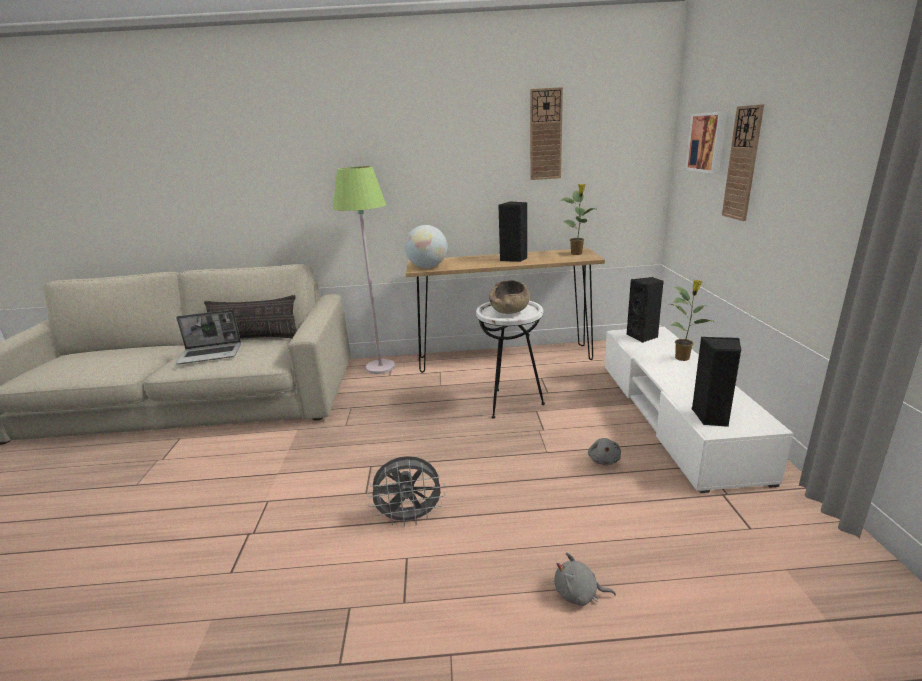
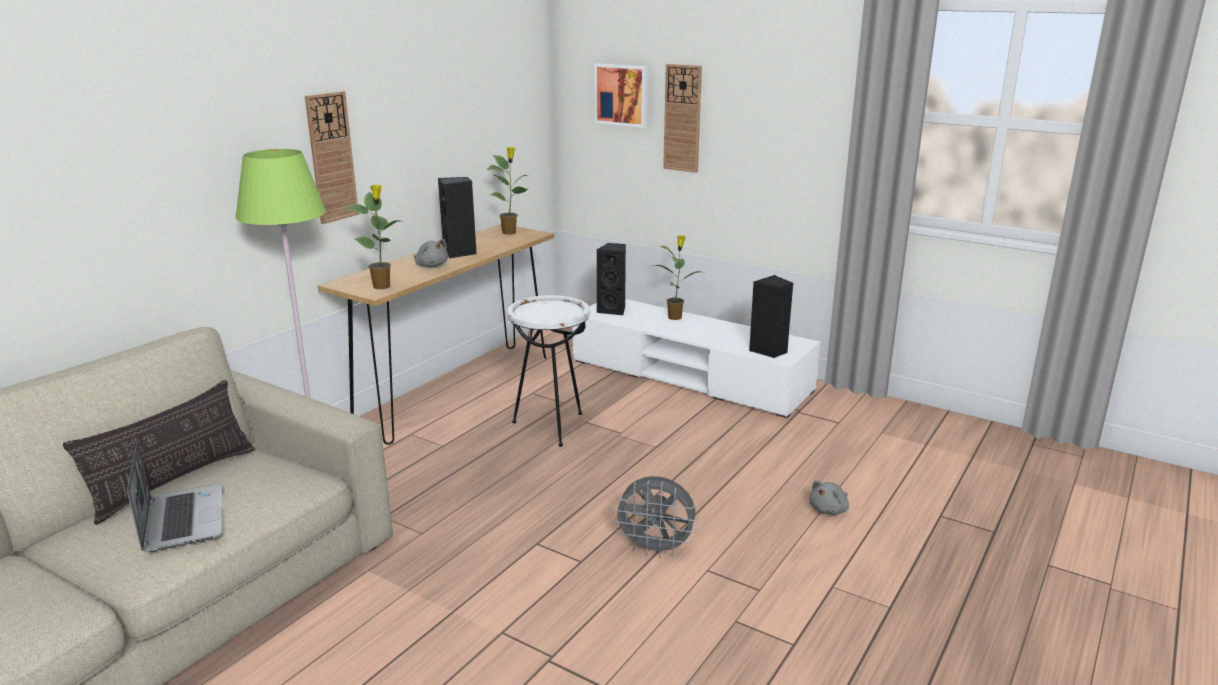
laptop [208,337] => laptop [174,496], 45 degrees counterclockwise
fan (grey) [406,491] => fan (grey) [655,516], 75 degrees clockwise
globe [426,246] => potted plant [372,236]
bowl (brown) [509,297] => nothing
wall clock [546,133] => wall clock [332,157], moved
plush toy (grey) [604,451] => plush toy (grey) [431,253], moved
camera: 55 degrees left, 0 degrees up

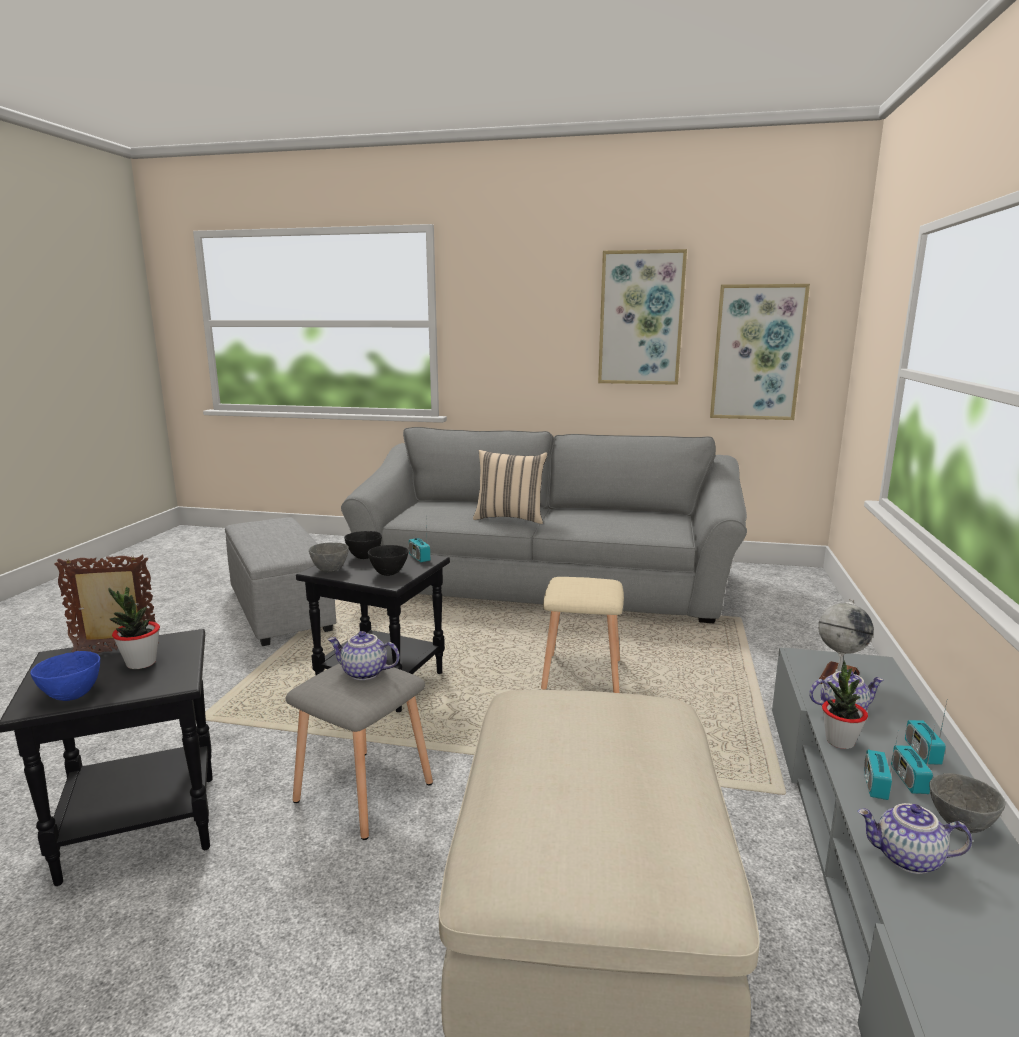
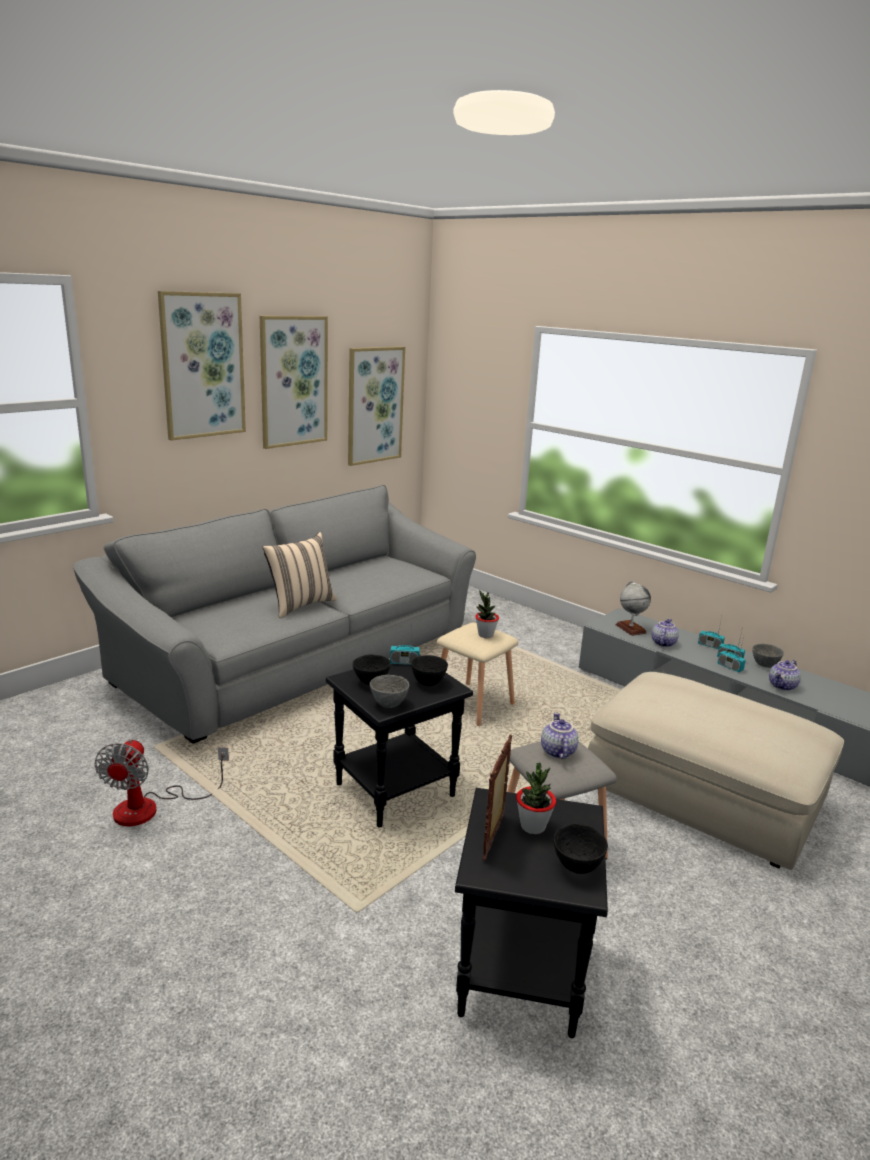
bowl (blue) [65,676] => bowl (black) [581,849]
ottoman (grey) [280,581] => fan [161,782]
teapot [364,655] => teapot [560,736], 135 degrees clockwise
potted plant [845,705] => potted plant [487,614], moved
nothing => picture [202,366]
camera: 60 degrees left, 5 degrees up

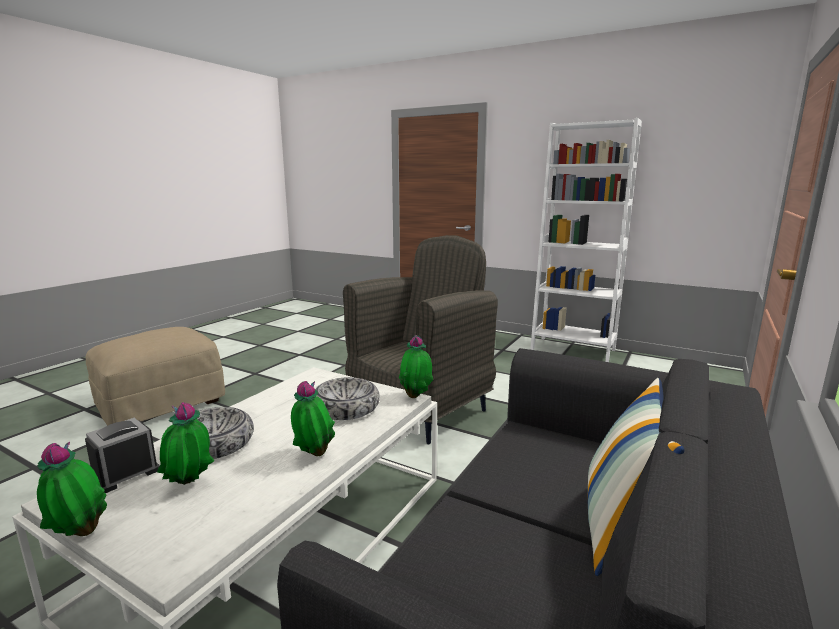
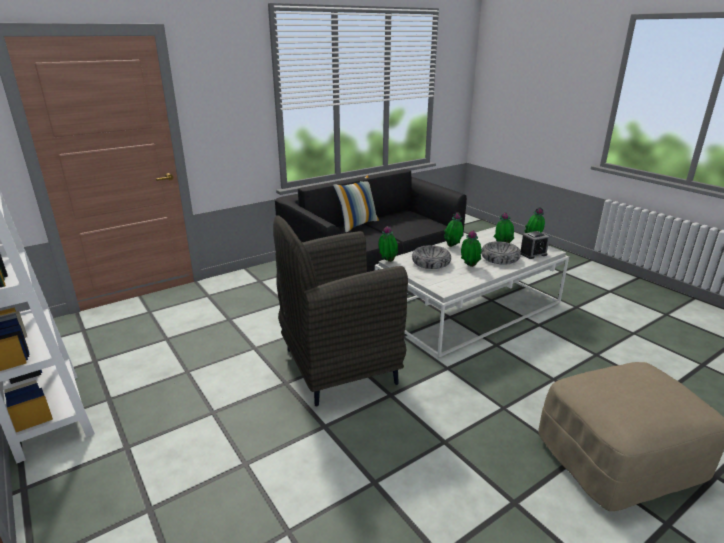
nothing => potted plant [471,248]
camera: 155 degrees left, 10 degrees up

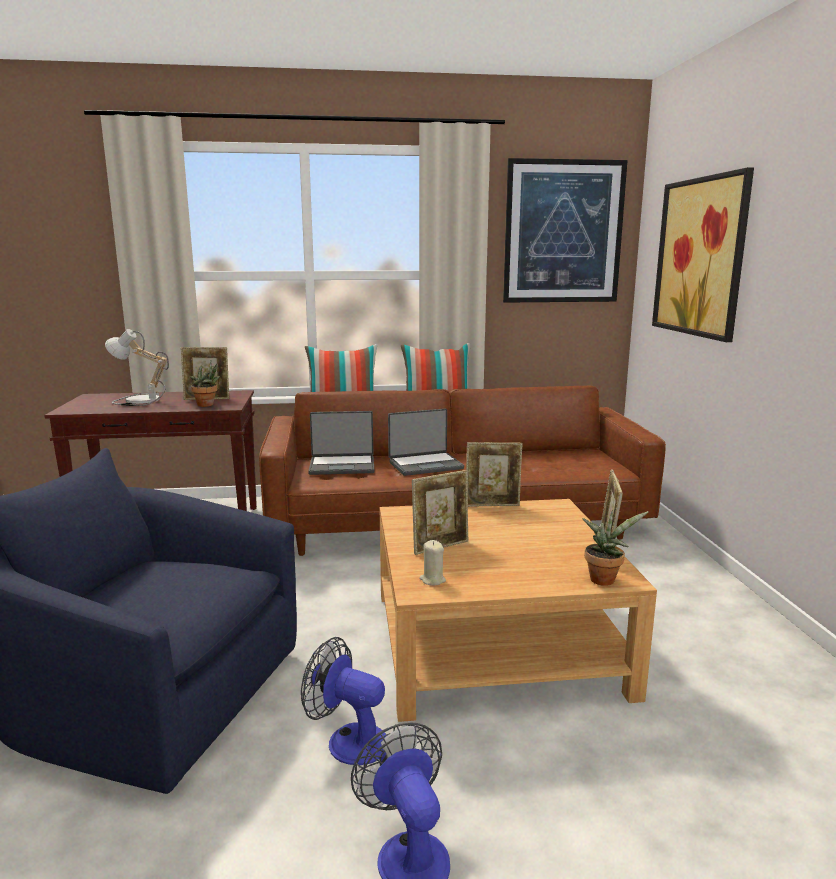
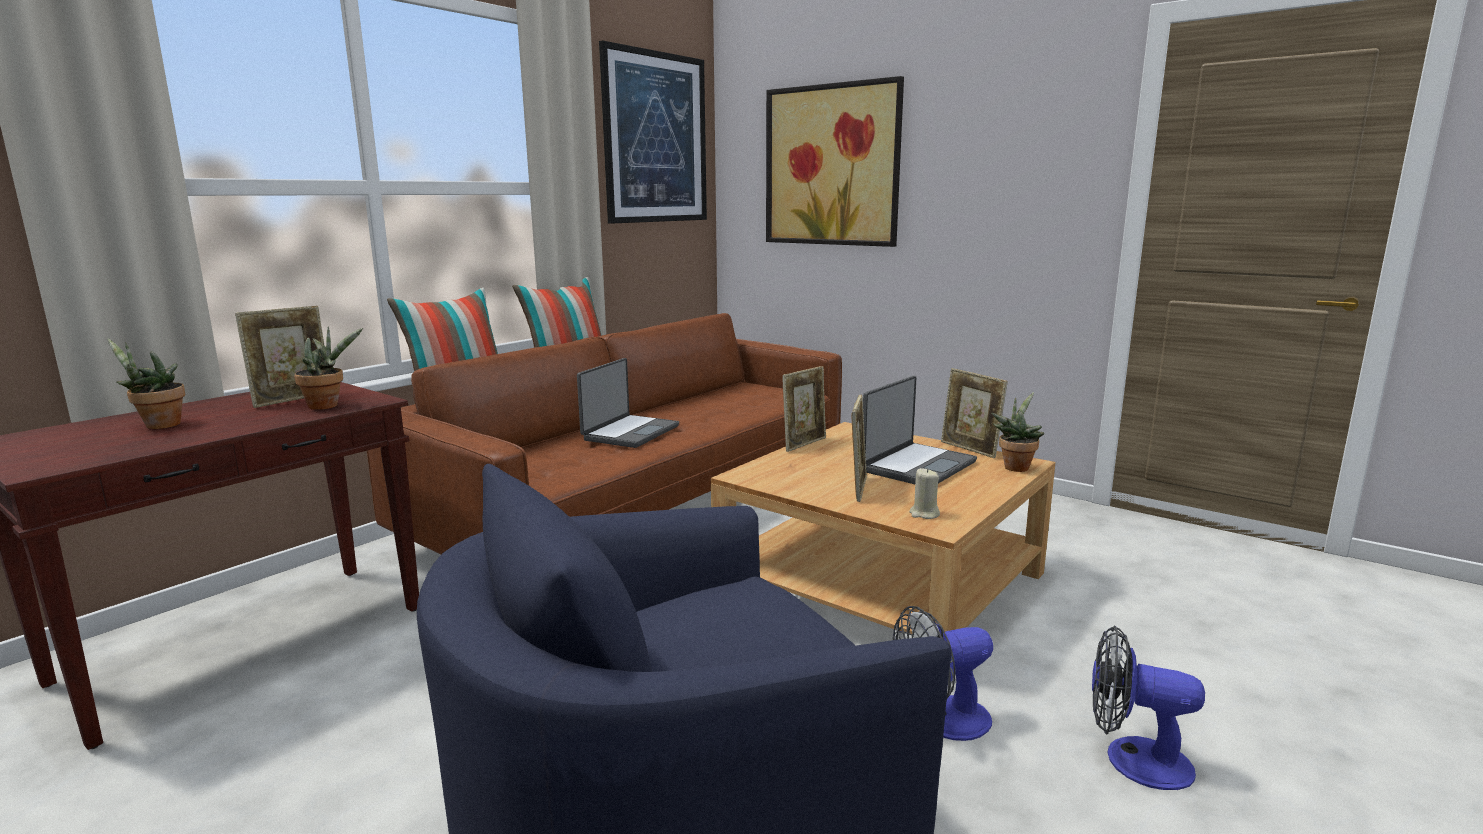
table lamp [137,367] => potted plant [146,383]
laptop [341,443] => laptop [920,430], moved
camera: 45 degrees left, 0 degrees up

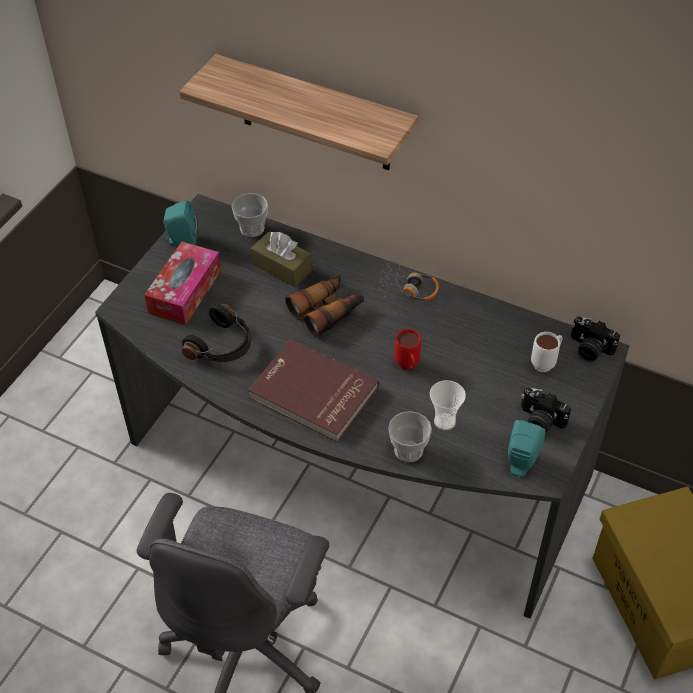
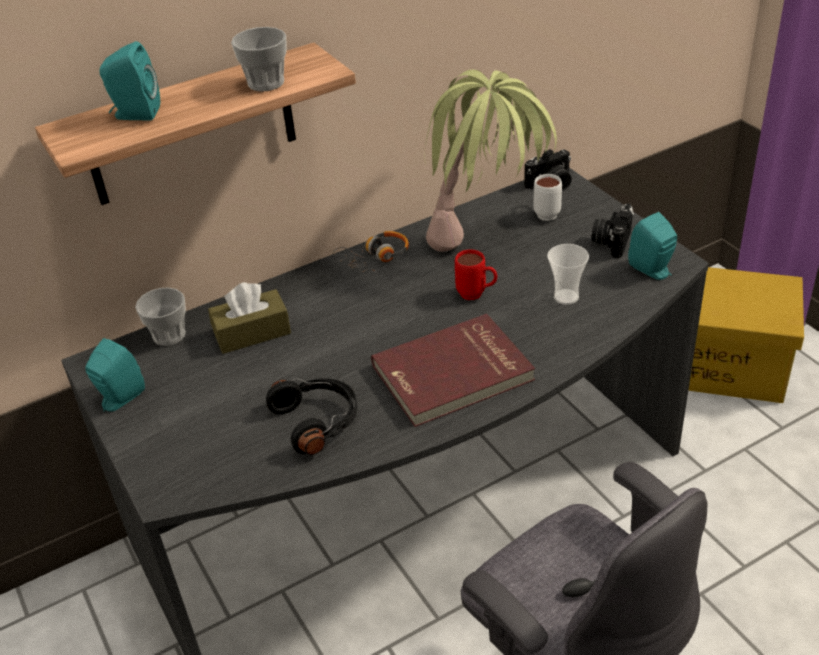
tissue box [182,283] => nothing
binoculars [324,306] => nothing
cup [410,436] => cup [258,59], moved
photo camera [546,410] => photo camera [612,230], 135 degrees clockwise
nothing => speaker (turquoise) [130,80]
nothing => potted plant [490,160]
camera: 55 degrees left, 10 degrees down

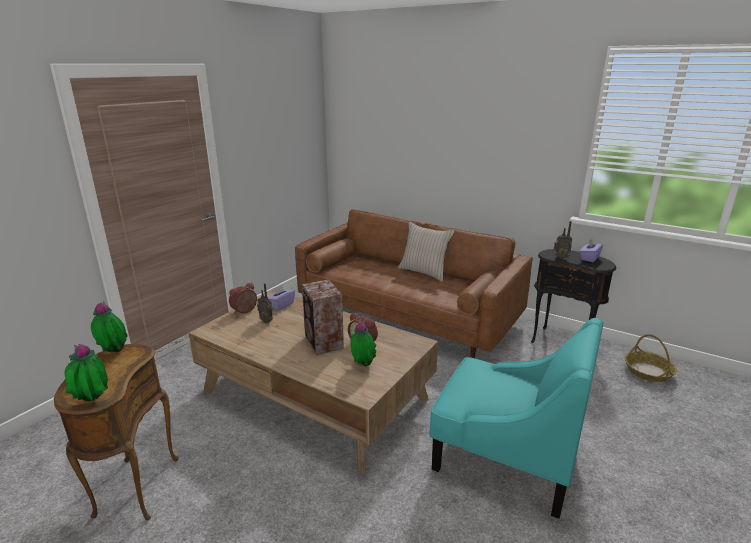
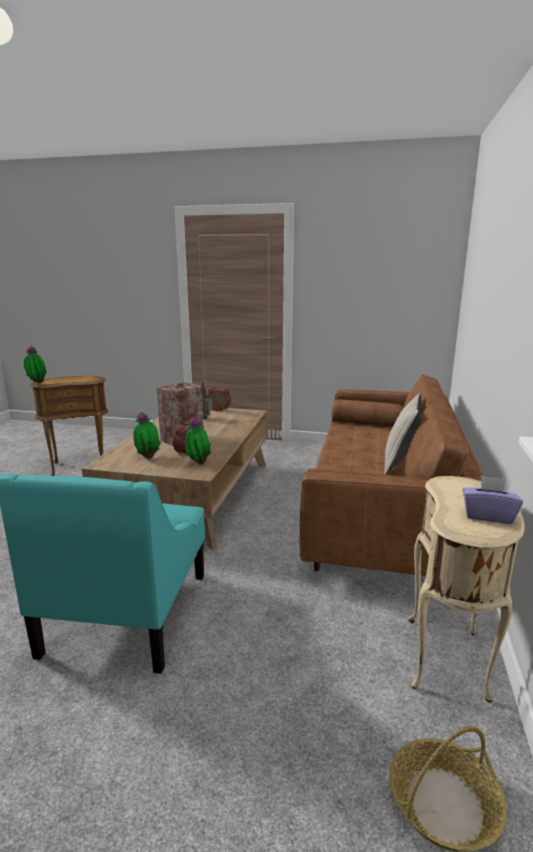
potted plant [109,327] => potted plant [198,440], moved
tissue box (purple) [281,297] => nothing
side table (black) [573,296] => side table (beige) [466,589]
radio [563,240] => nothing
camera: 70 degrees right, 5 degrees down

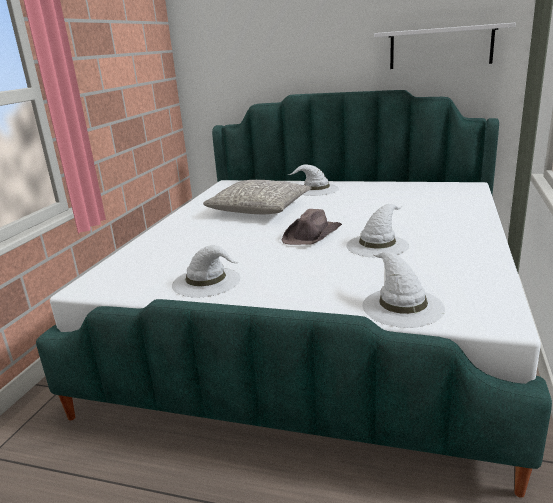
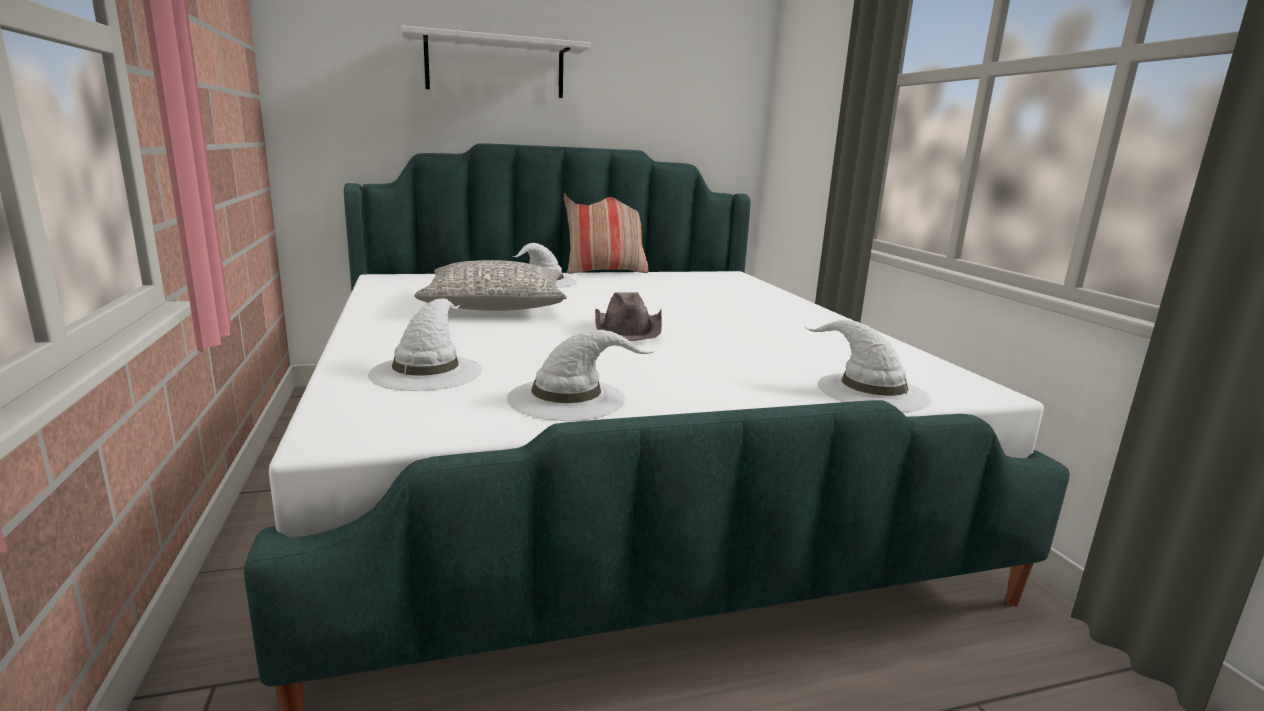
hat (white) [377,231] => hat (white) [425,344], moved
shelf (white) [445,46] => shelf (white) [496,62], moved
nothing => pillow [606,233]
camera: 35 degrees left, 5 degrees down

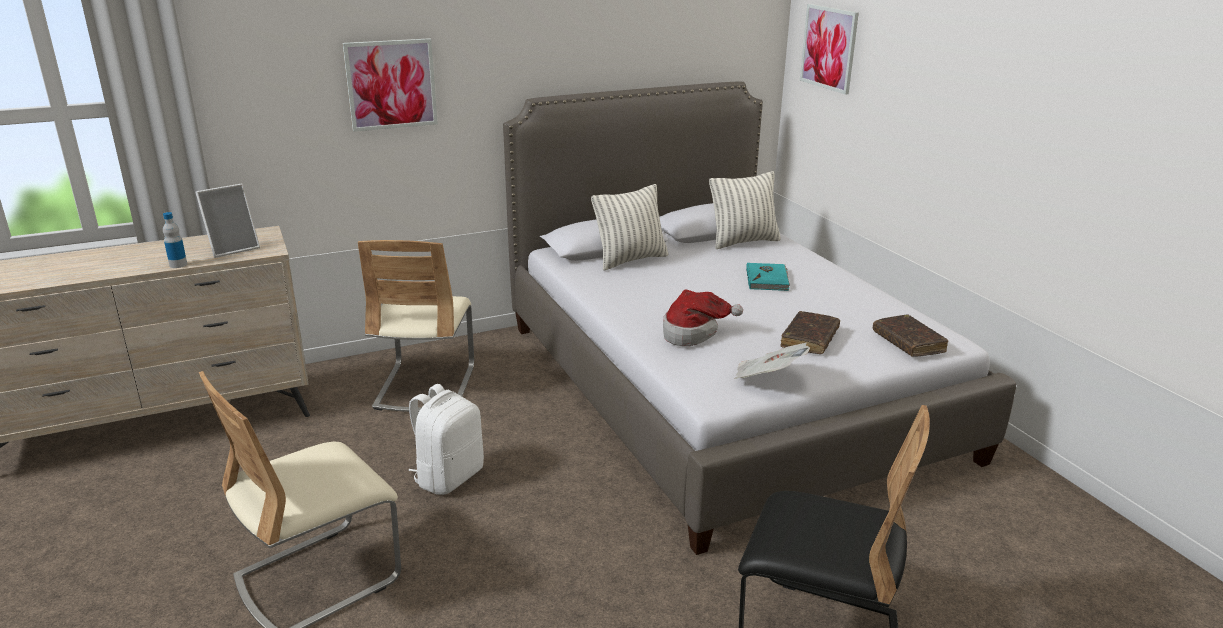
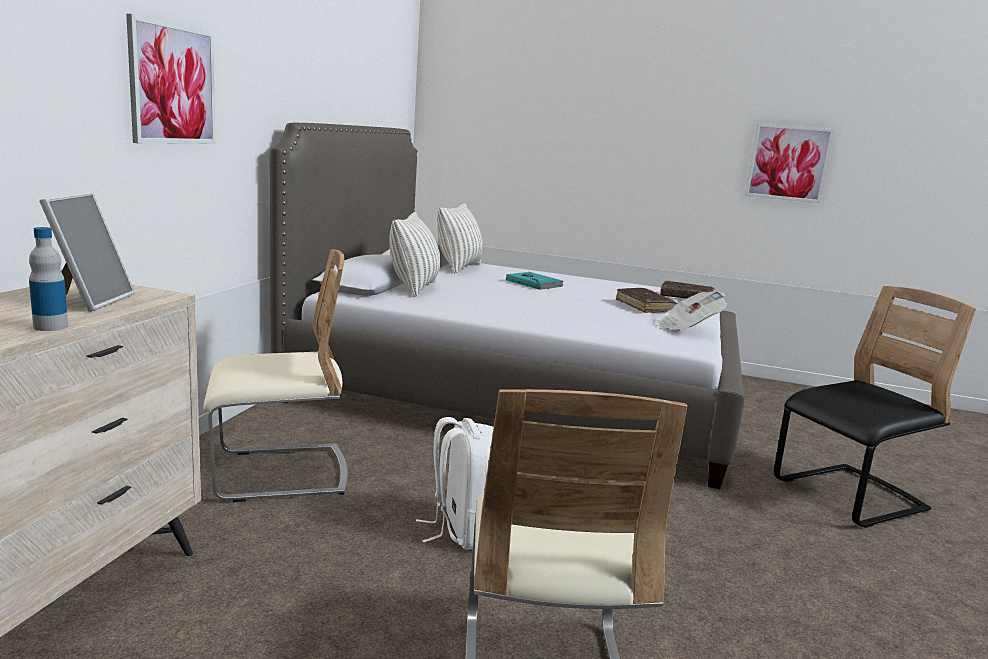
chair (beige) [416,326] => chair (beige) [275,375], 60 degrees counterclockwise
hat [703,317] => nothing
picture [829,49] => picture [790,163], moved
camera: 50 degrees left, 10 degrees down

